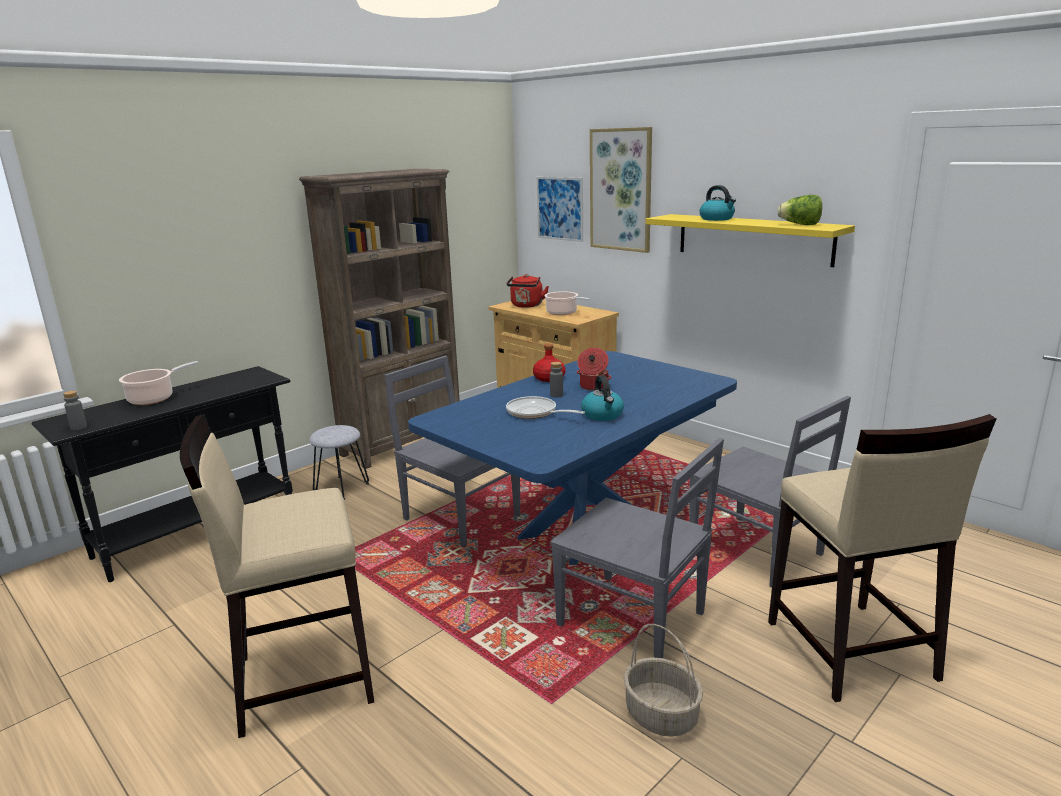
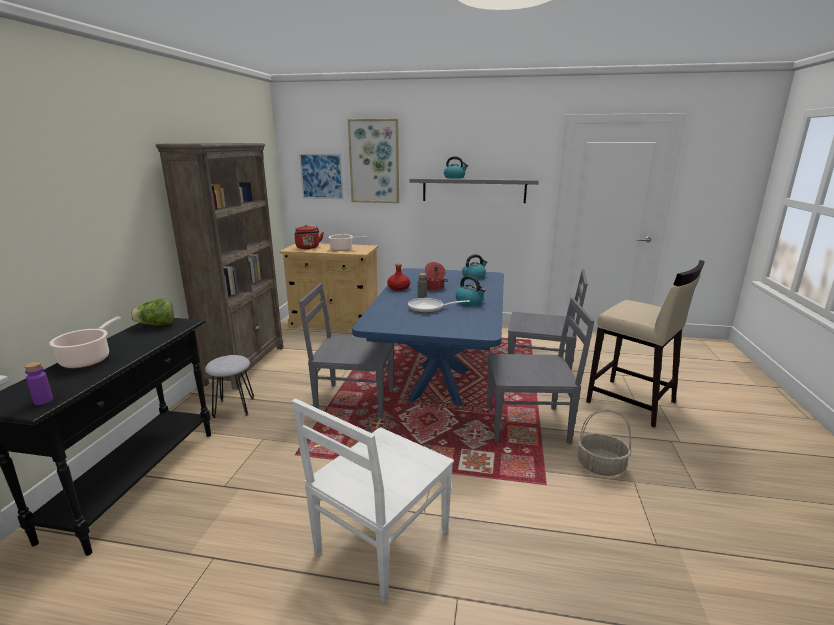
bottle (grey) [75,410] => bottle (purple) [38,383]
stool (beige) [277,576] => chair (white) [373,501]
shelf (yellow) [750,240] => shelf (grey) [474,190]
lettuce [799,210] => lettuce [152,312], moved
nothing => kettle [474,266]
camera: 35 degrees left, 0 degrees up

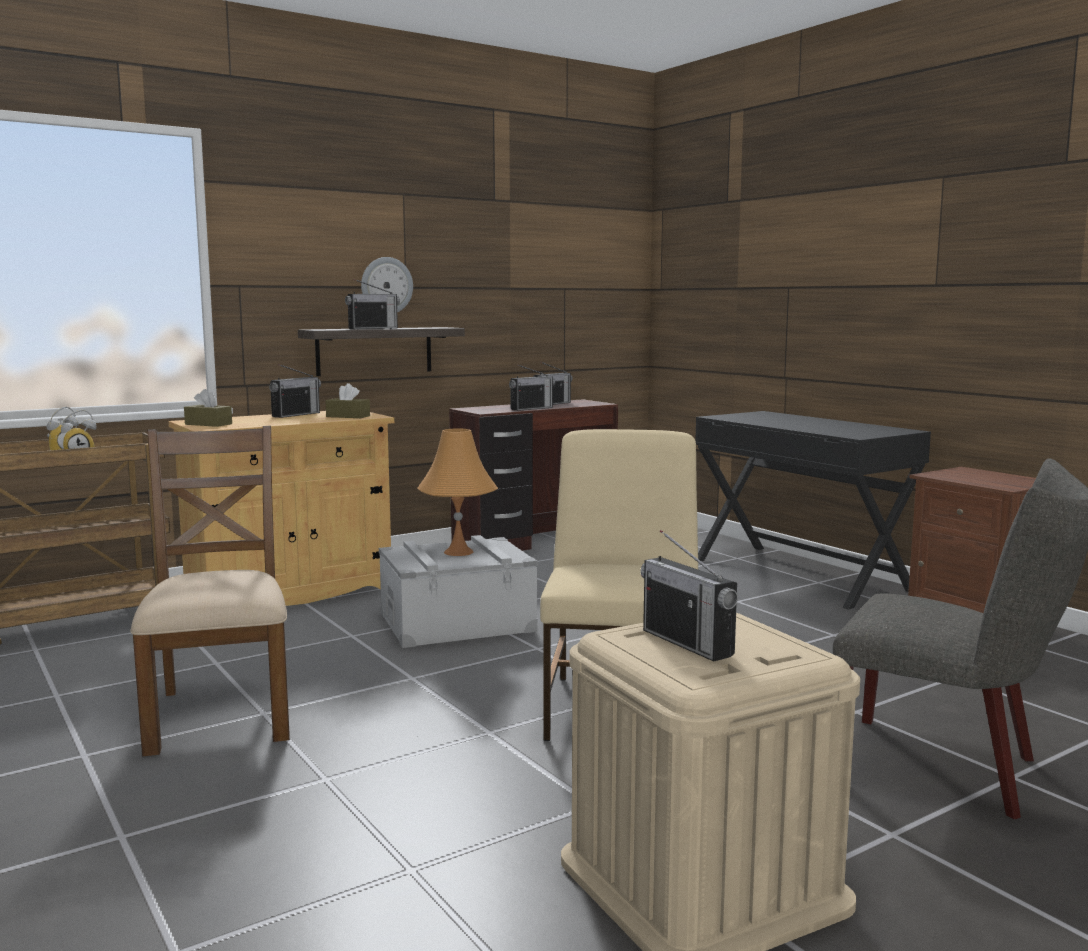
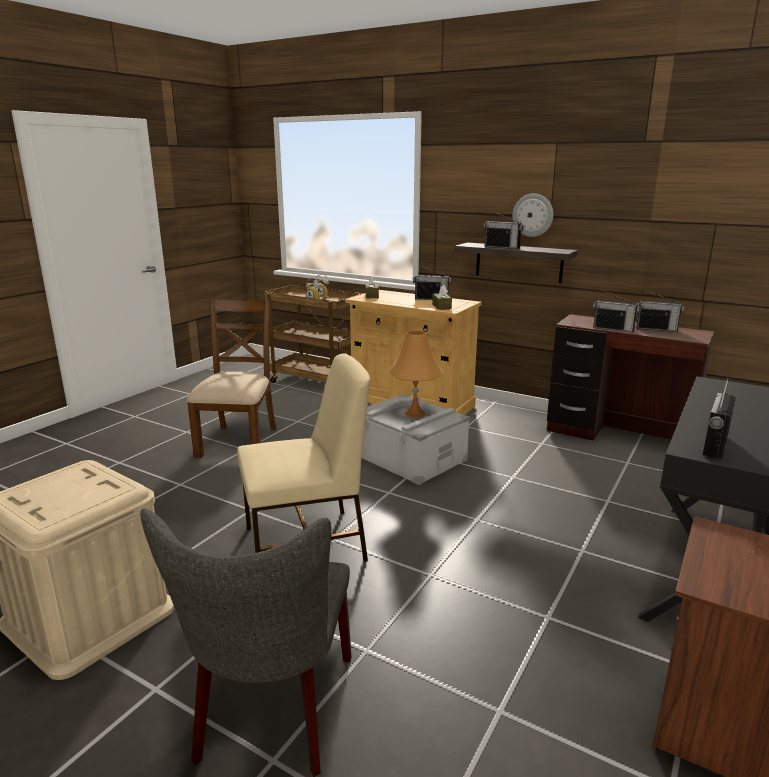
chair (brown) [210,591] => chair (brown) [231,378], 45 degrees counterclockwise
radio [689,596] => radio [719,418], moved
camera: 65 degrees right, 10 degrees up

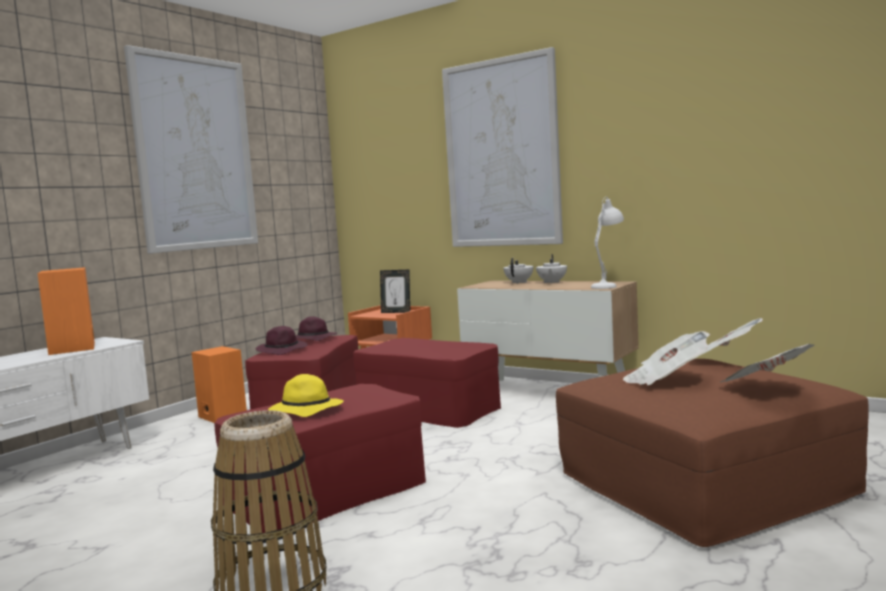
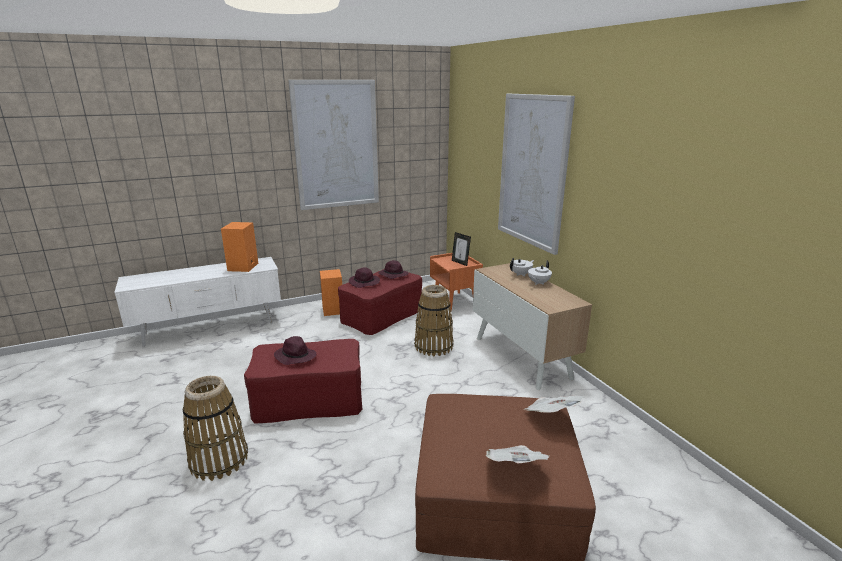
hat (yellow) [306,395] => hat (purple) [295,350]
ottoman (red) [427,383] => basket [434,320]
table lamp (white) [607,243] => nothing
newspaper [666,358] => nothing
camera: 30 degrees right, 15 degrees up

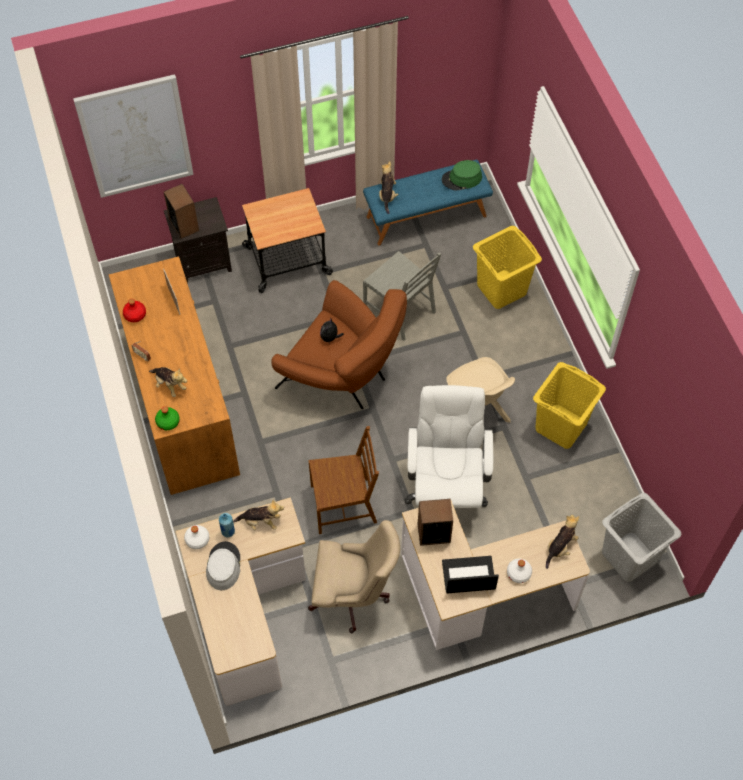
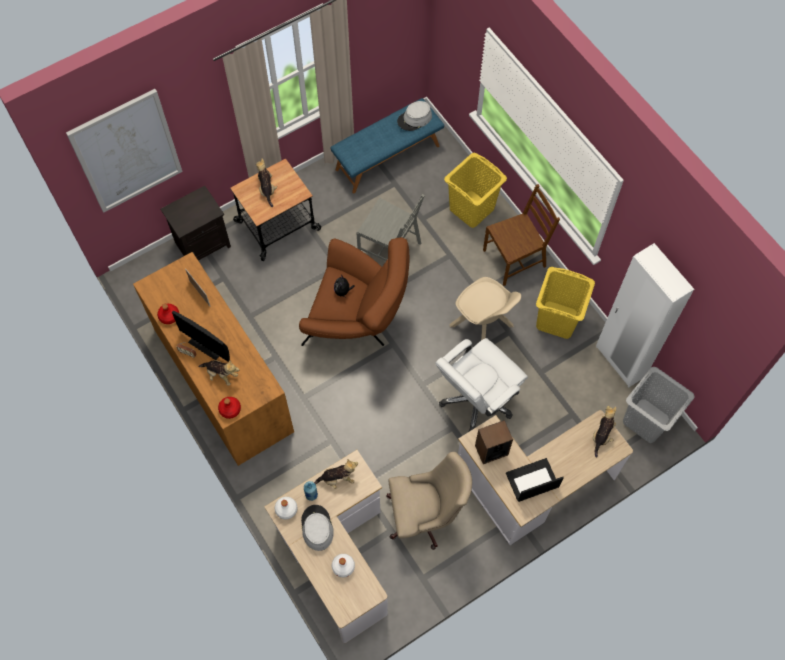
bottle (green) [167,418] => bottle (red) [229,408]
speaker [181,211] => nothing
chair (brown) [343,480] => chair (brown) [521,235], moved
plush toy [388,187] => plush toy [266,182], moved
office chair (white) [448,446] => office chair (white) [481,385], 120 degrees counterclockwise
hat (green) [462,175] => hat (grey) [414,116]
bottle (white) [519,571] => bottle (white) [343,565], moved
nothing => monitor [201,336]
nothing => wardrobe (white) [645,315]
camera: 15 degrees left, 5 degrees up

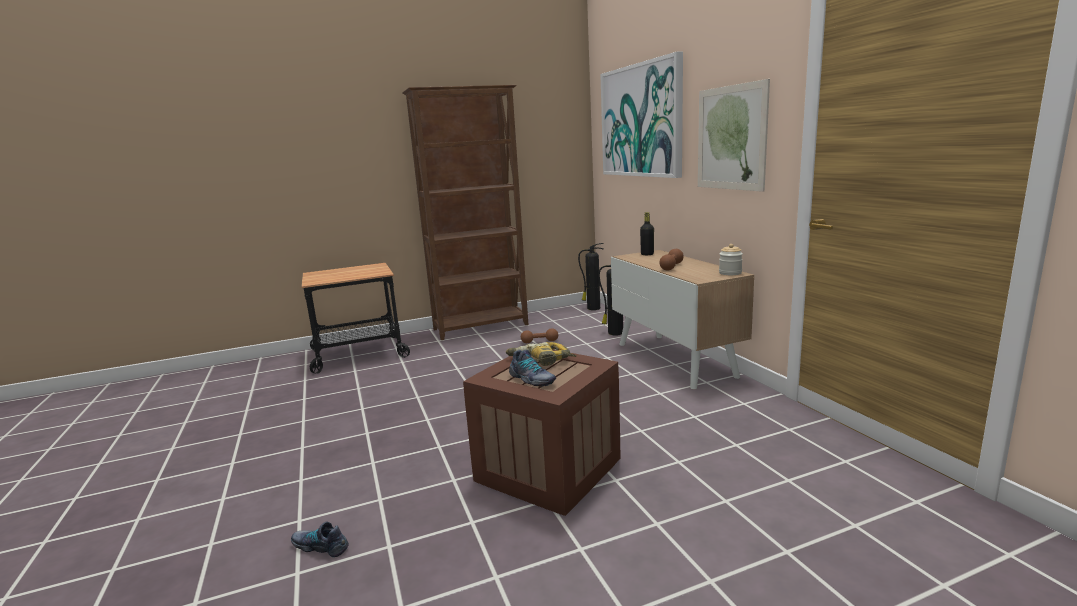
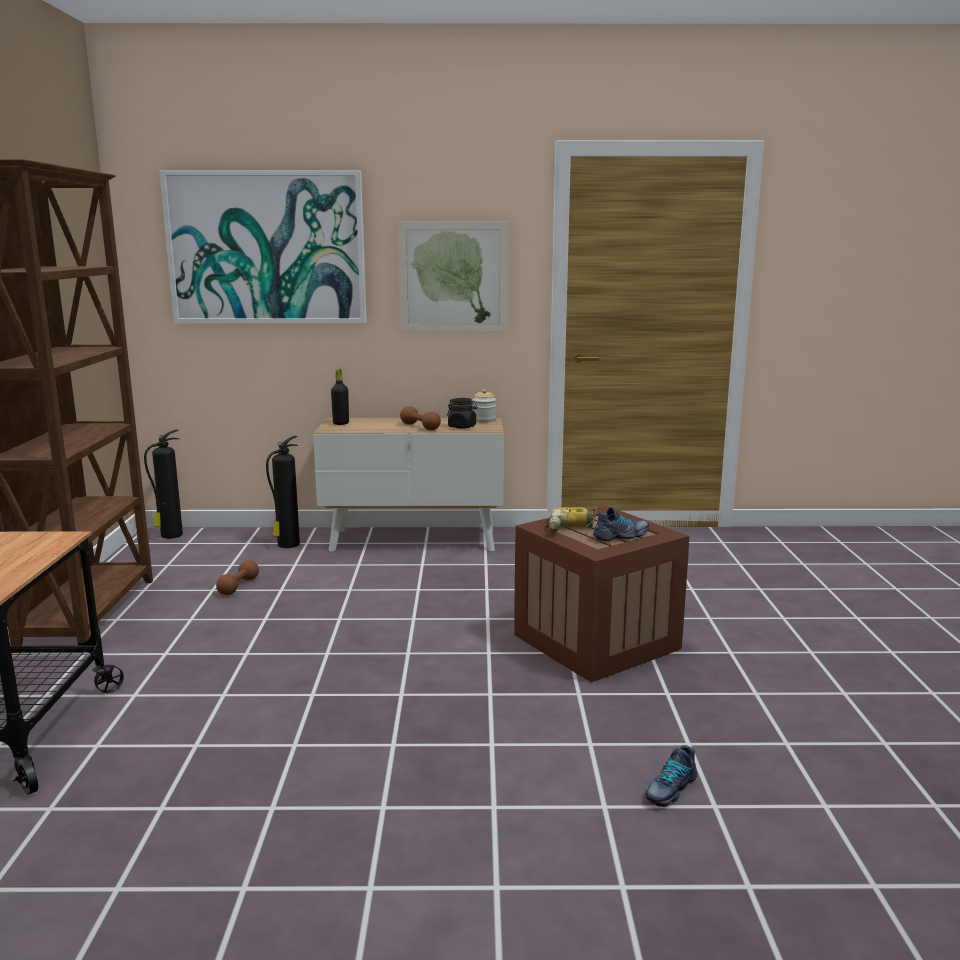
nothing => jar (black) [462,413]
camera: 70 degrees left, 0 degrees up

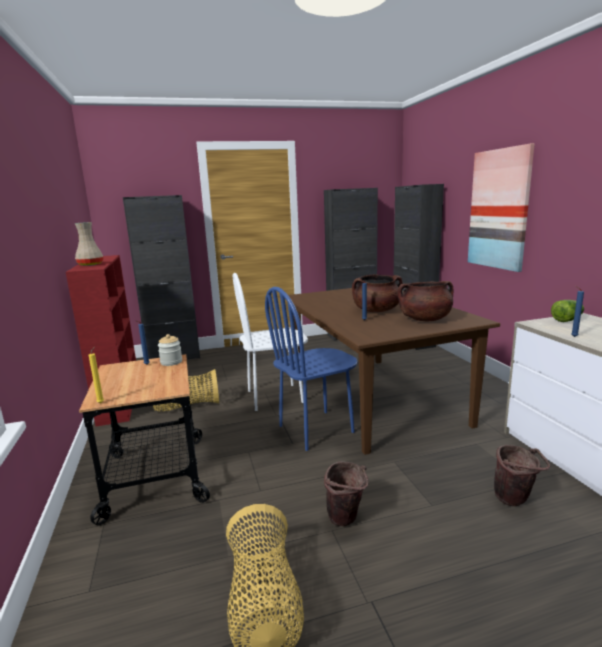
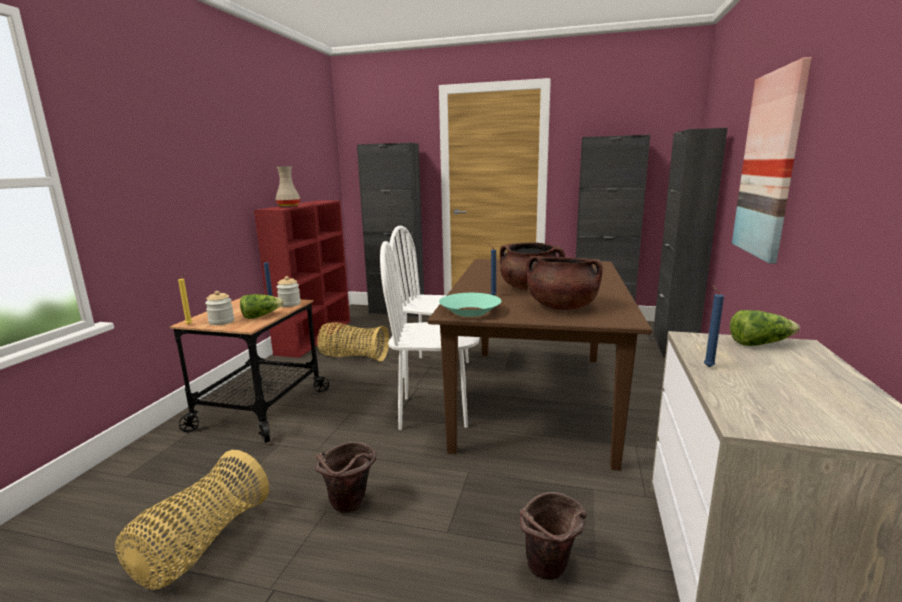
chair (blue) [311,369] => chair (white) [430,335]
nothing => jar [219,308]
nothing => lettuce [262,306]
nothing => bowl (turquoise) [470,305]
camera: 30 degrees right, 0 degrees up

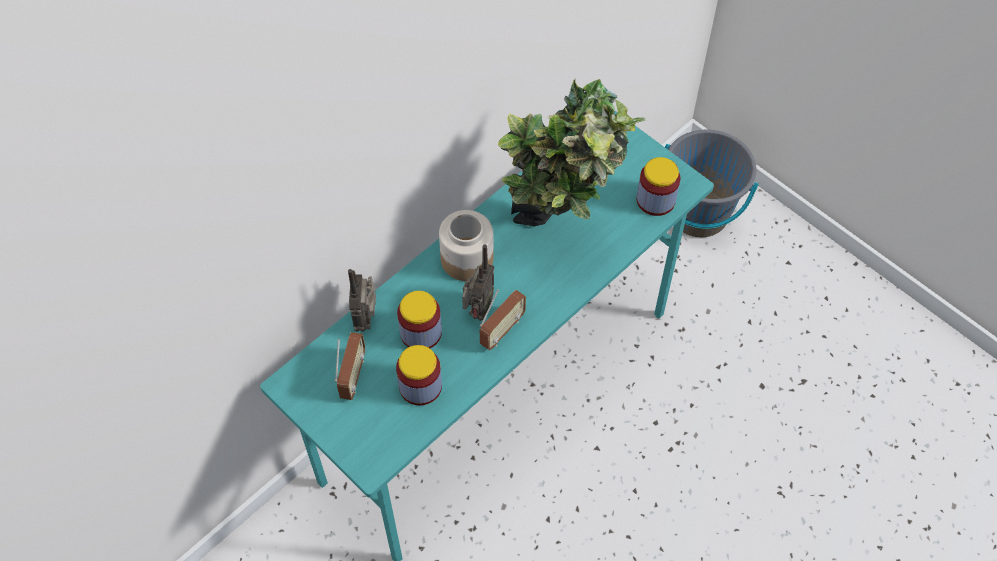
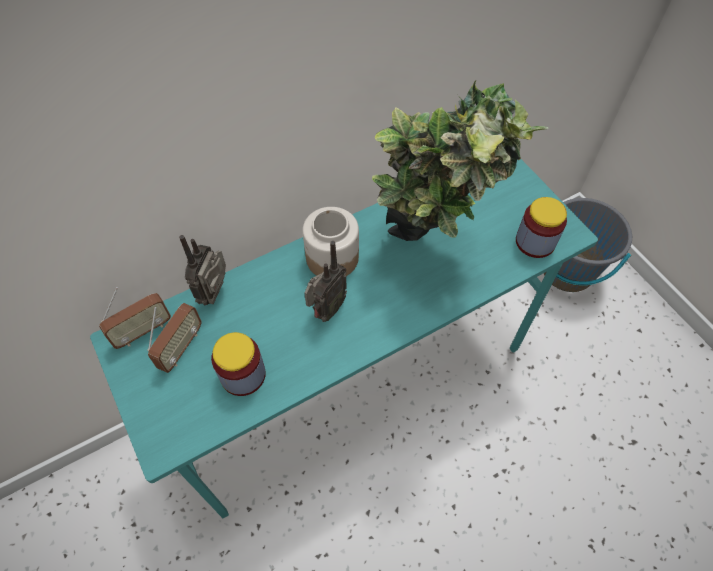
jar [419,319] => nothing
radio [503,319] => radio [135,318], moved
camera: 15 degrees right, 0 degrees up

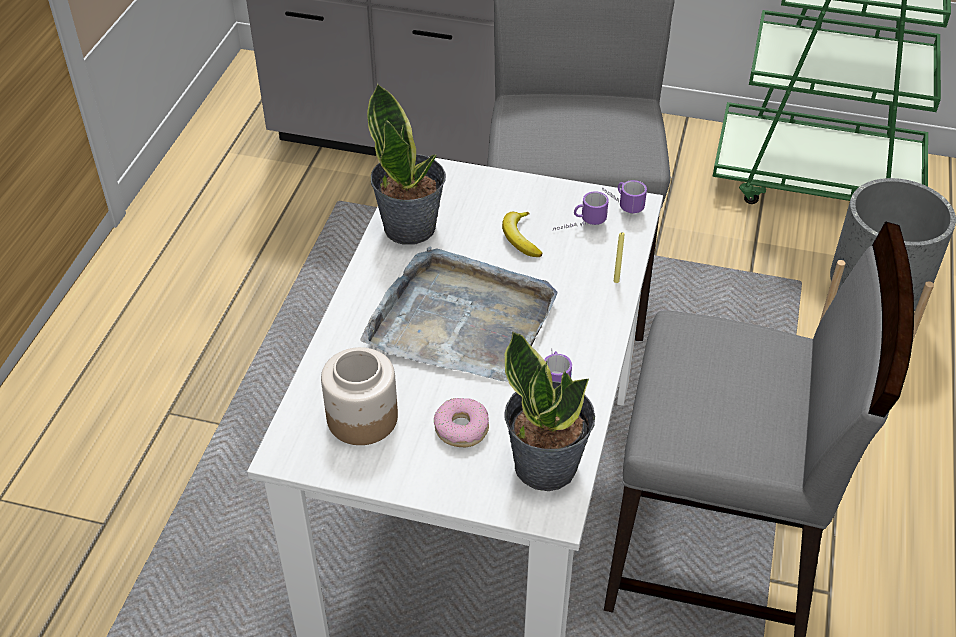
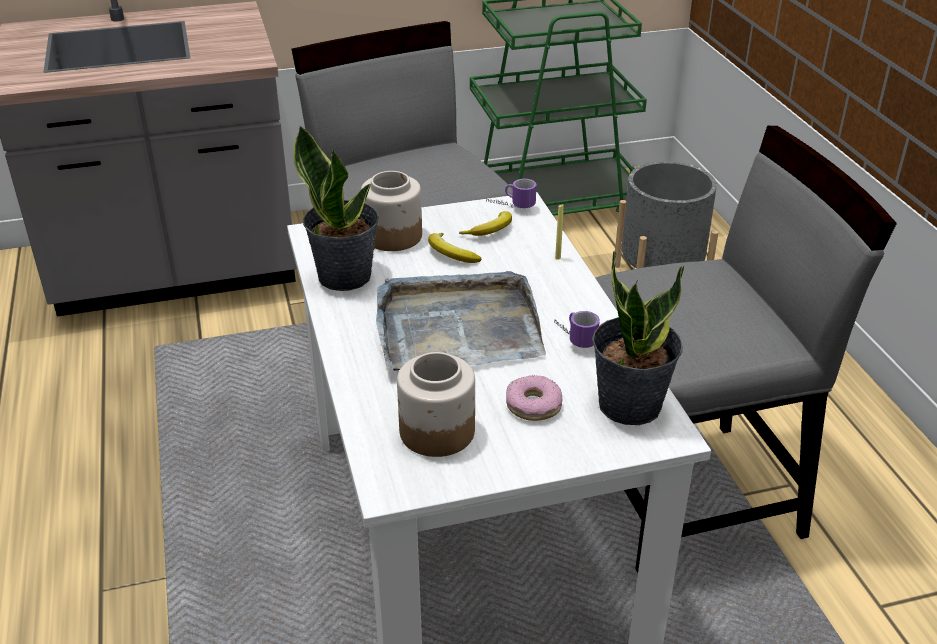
mug [581,211] => banana [485,223]
nothing => jar [391,211]
camera: 30 degrees left, 10 degrees down

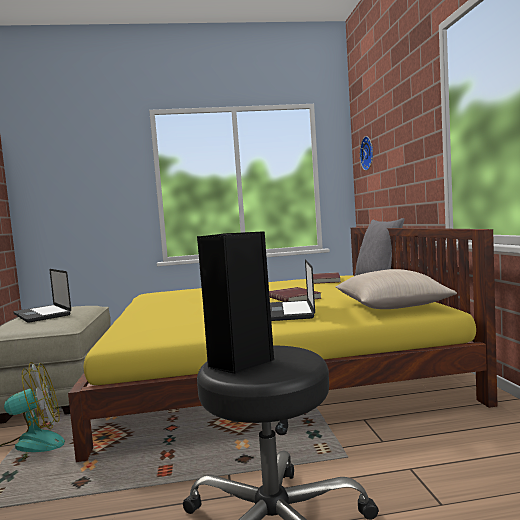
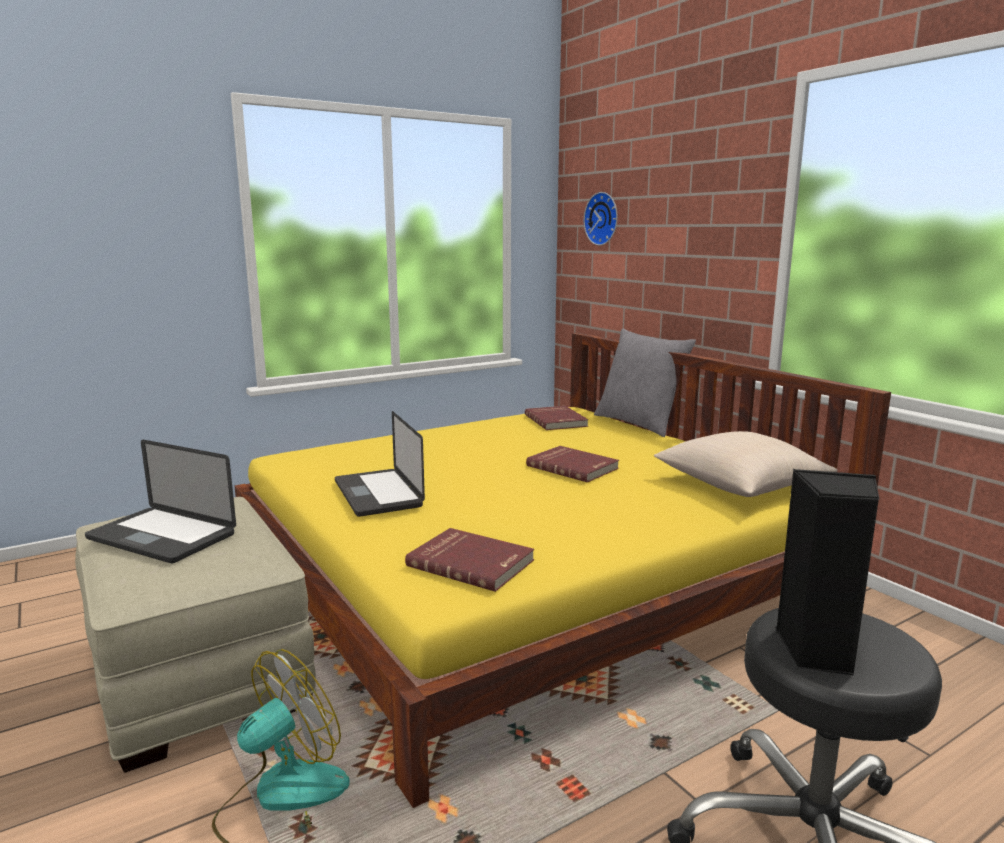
laptop [292,290] => laptop [380,464], moved
nothing => book (red) [469,560]
camera: 25 degrees left, 10 degrees up

